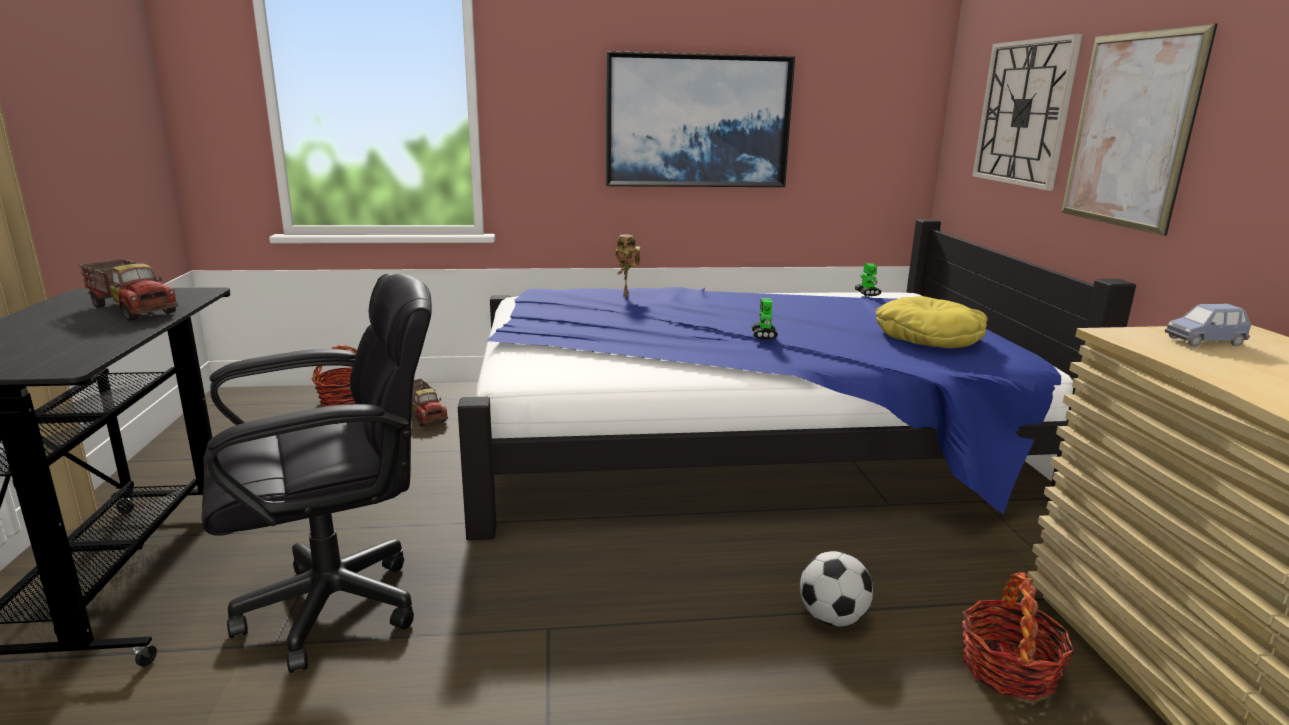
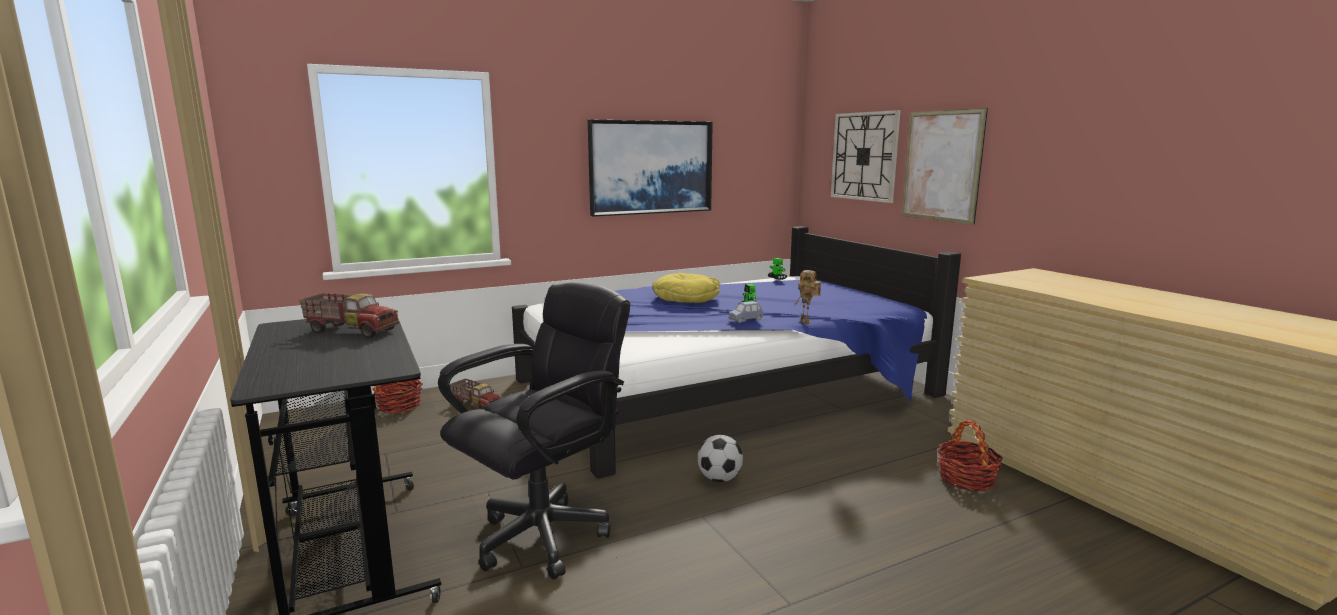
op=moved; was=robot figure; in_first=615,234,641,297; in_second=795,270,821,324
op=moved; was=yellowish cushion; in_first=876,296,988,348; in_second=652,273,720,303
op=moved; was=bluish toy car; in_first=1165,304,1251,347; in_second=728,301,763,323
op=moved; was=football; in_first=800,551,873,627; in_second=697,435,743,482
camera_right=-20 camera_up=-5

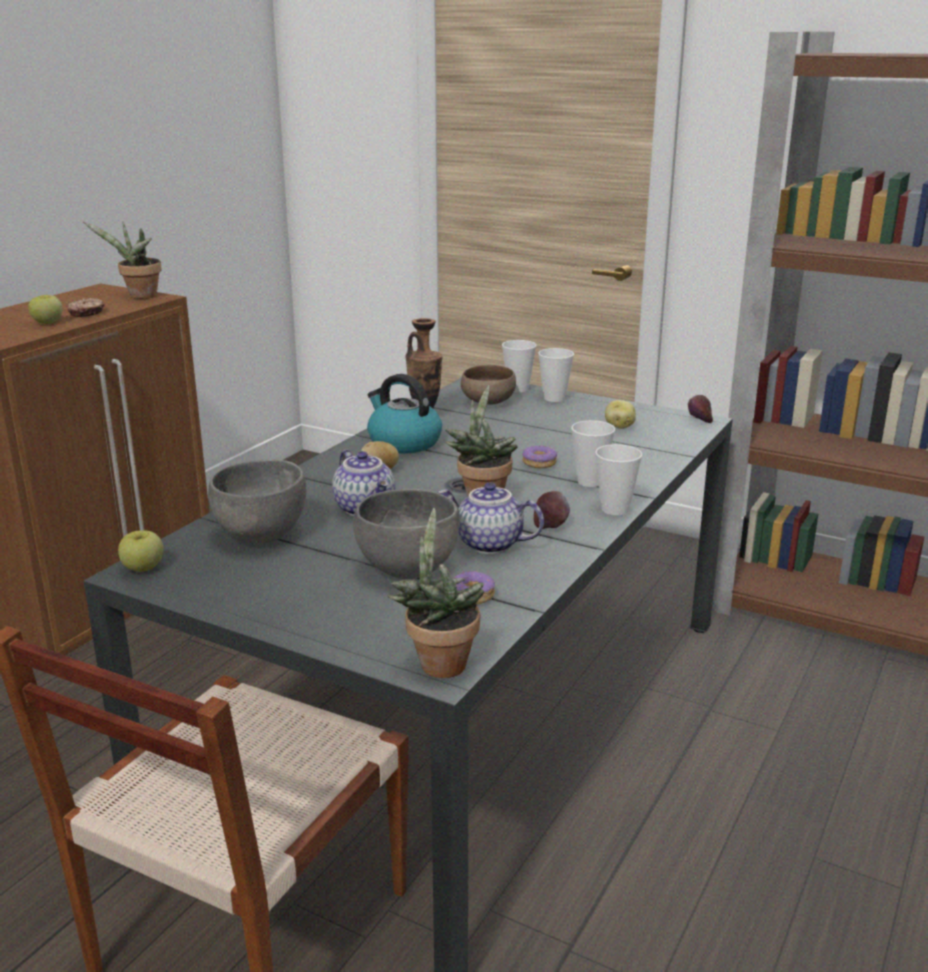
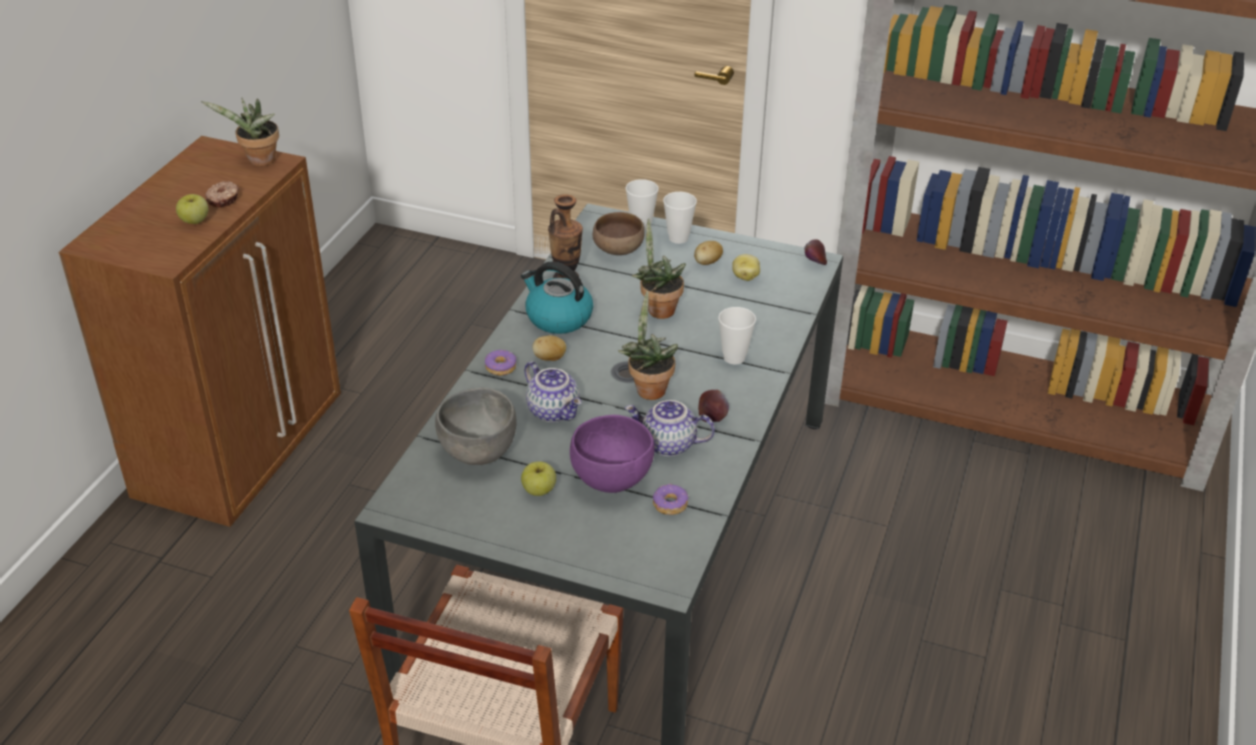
op=removed; was=cup; in_first=595,444,642,515
op=moved; was=donut; in_first=522,446,557,468; in_second=485,350,516,376
op=recoloured; was=greyish deep dish; now=purple deep dish; in_first=353,489,460,579; in_second=570,415,655,493
op=moved; was=houseplant; in_first=387,508,484,678; in_second=632,218,686,319
op=moved; was=apple fruit; in_first=118,530,164,572; in_second=521,461,556,496
op=added; now=whole potato; in_second=694,241,723,265
camera_right=-10 camera_up=15

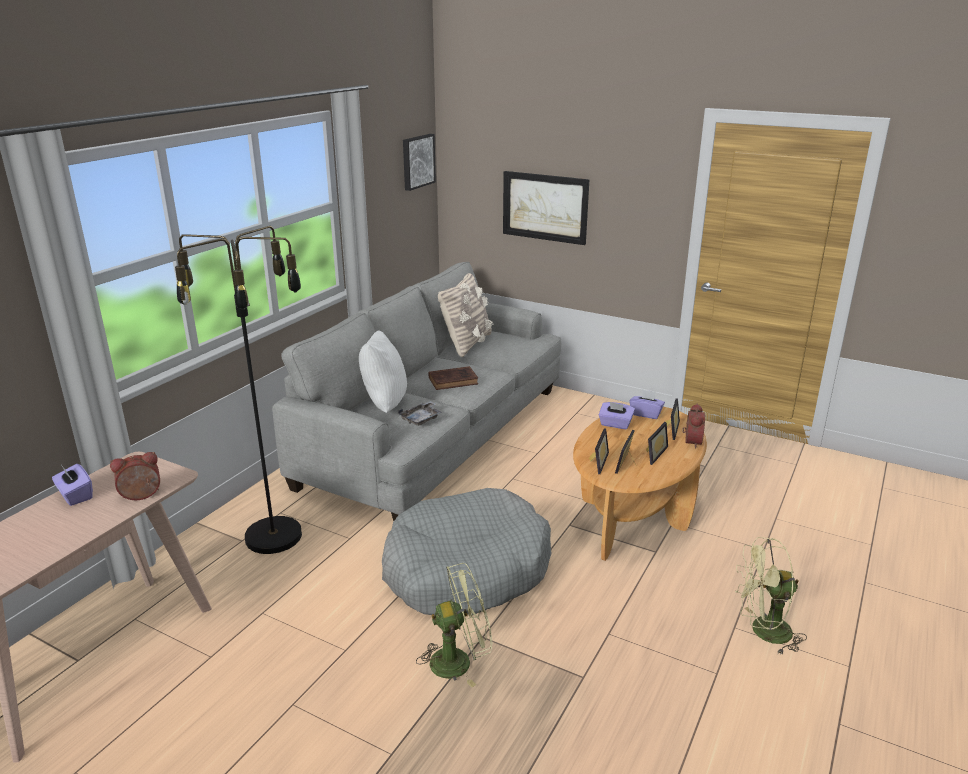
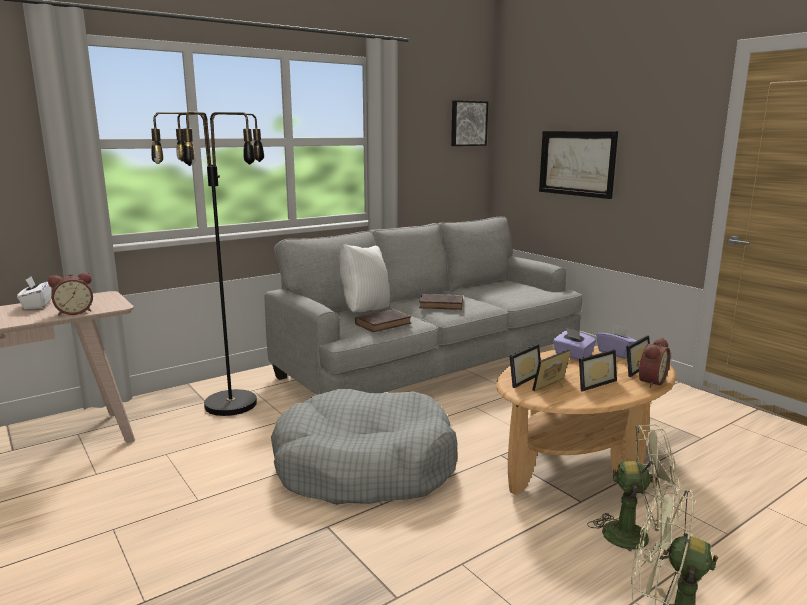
op=removed; was=beige cushion; in_first=438,273,493,357
op=replaced; was=greyish carrying tray; now=brown-coloured volume; in_first=398,401,442,426; in_second=355,309,411,332
op=turned; was=alarm clock; in_first=110,452,160,500; in_second=48,272,93,316; clockwise=150
op=recoloured; was=purple tissue box; now=white tissue box; in_first=52,464,93,506; in_second=17,276,52,309
op=moved; was=greenish cooling fan; in_first=416,563,492,687; in_second=588,425,681,563
camera_right=25 camera_up=-10

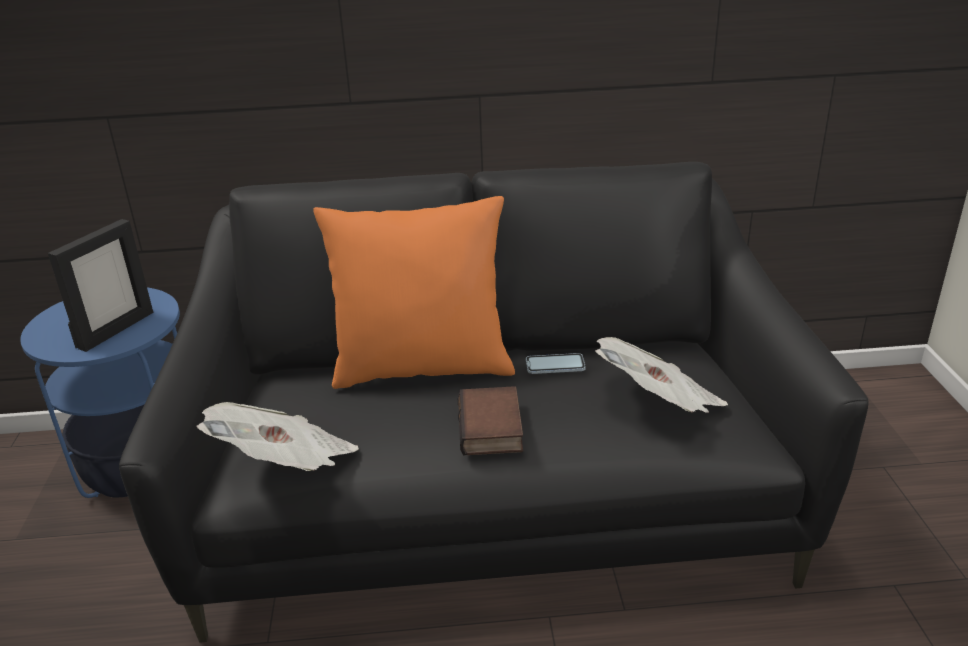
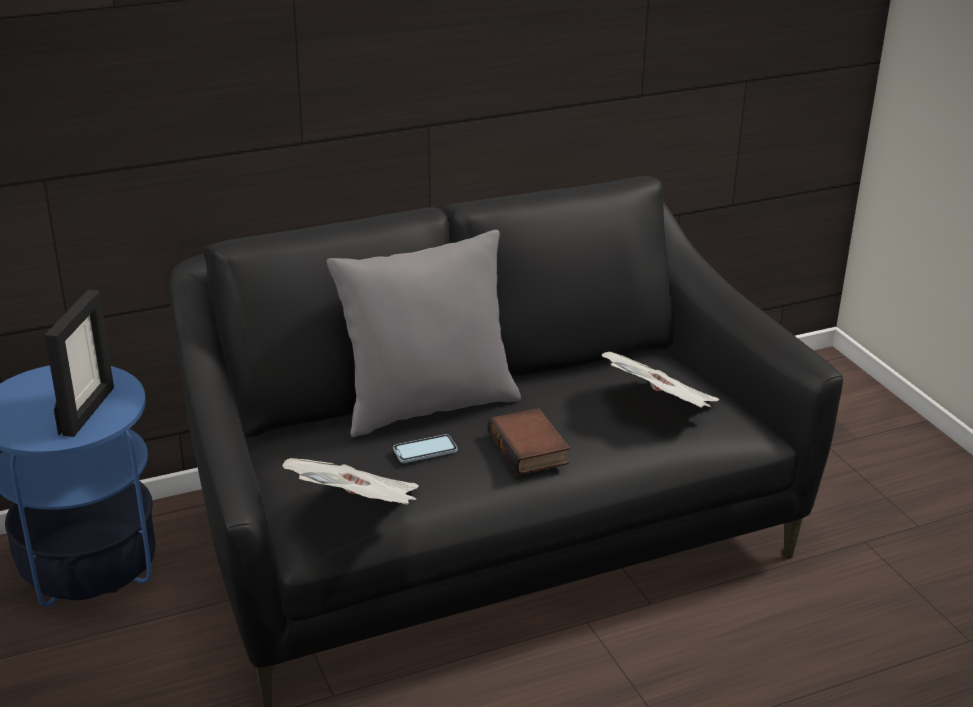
op=recoloured; was=orange cushion; now=greyish cushion; in_first=313,196,515,389; in_second=327,230,521,437
op=moved; was=handset; in_first=526,353,586,374; in_second=393,434,457,463
camera_right=-20 camera_up=0

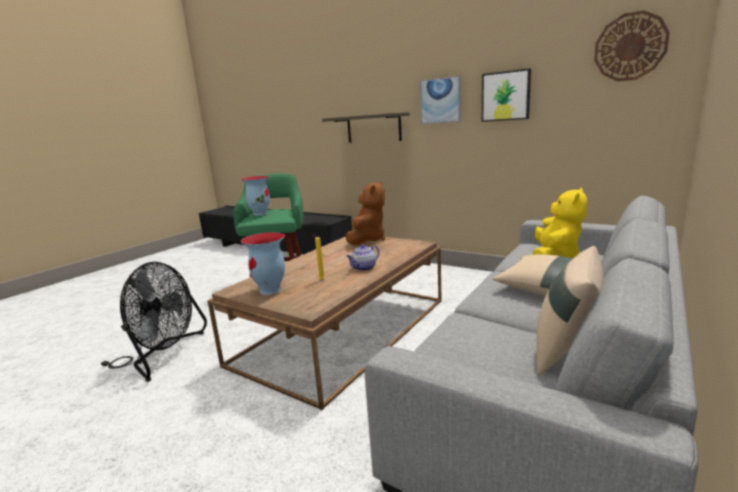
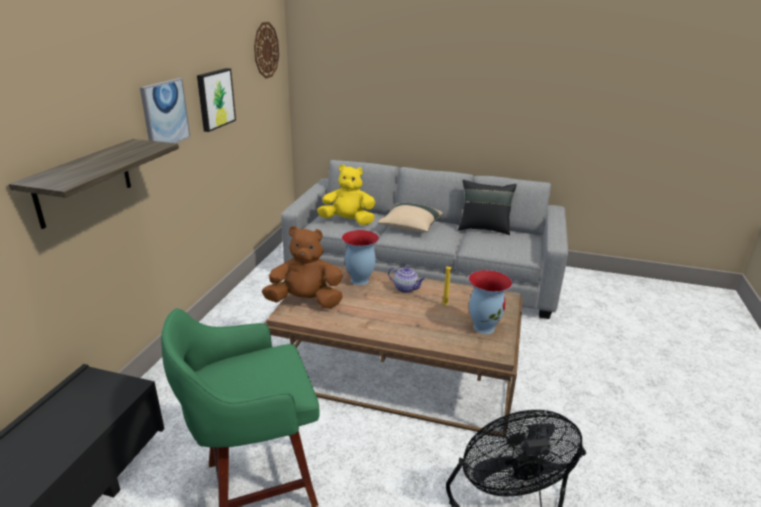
op=moved; was=vase; in_first=241,176,270,216; in_second=342,230,379,285
op=recoloured; was=beige cushion; now=black-coloured cushion; in_first=536,246,604,375; in_second=458,180,517,235
camera_right=-110 camera_up=10

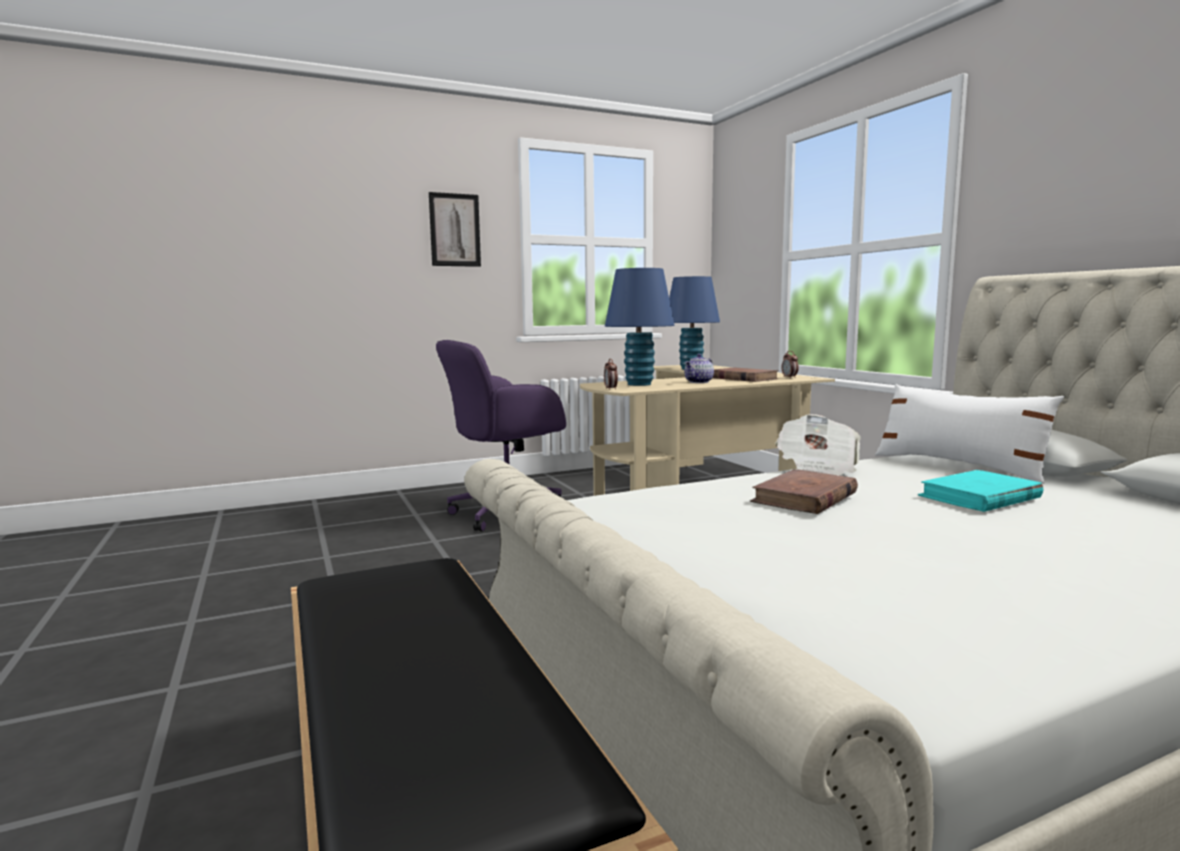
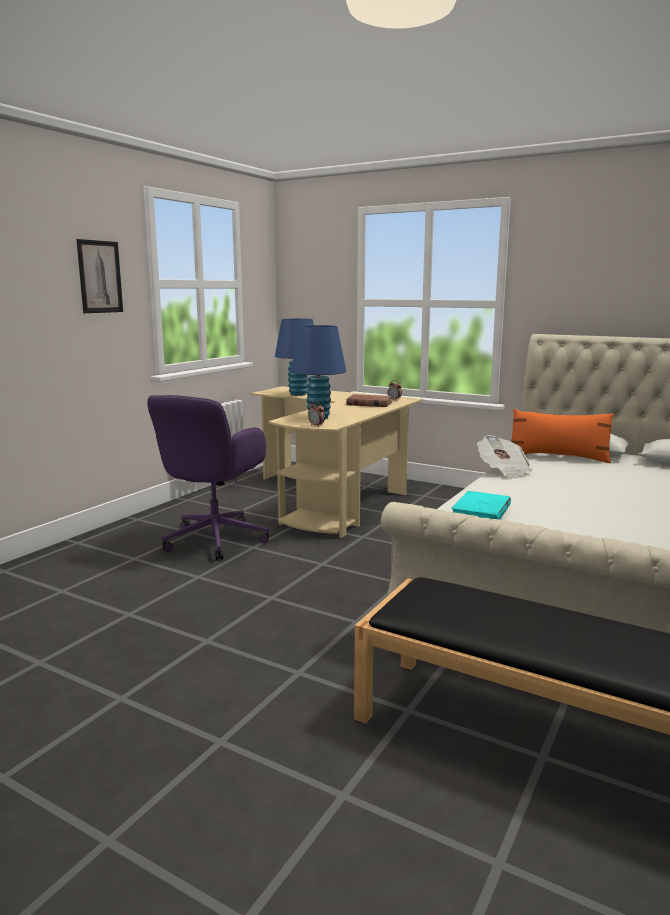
op=removed; was=pot for tea; in_first=684,354,714,383
op=recoloured; was=white cushion; now=orange cushion; in_first=875,384,1064,484; in_second=511,409,615,463
op=removed; was=brown-coloured volume; in_first=750,469,858,514
op=moved; was=turquoise volume; in_first=918,470,1043,512; in_second=451,491,511,520
camera_right=-35 camera_up=5

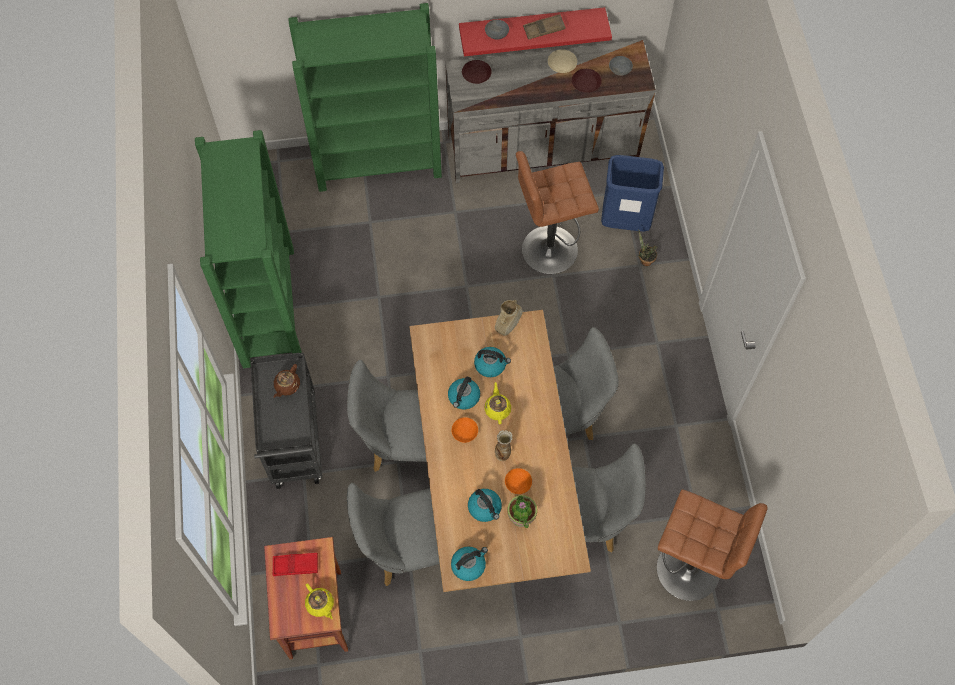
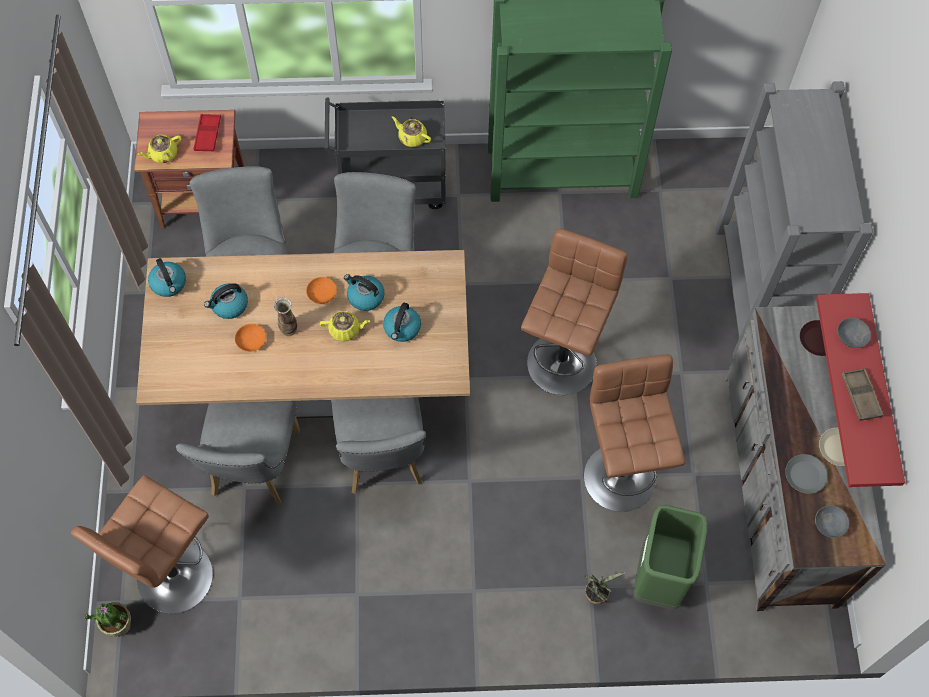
op=recoloured; was=greenish shelving unit; now=greyish shelving unit; in_first=288,3,442,192; in_second=715,81,873,358
op=recoloured; was=brown-coloured dinner plate; now=greyish dinner plate; in_first=572,69,602,93; in_second=785,454,828,494
op=recoloured; was=bluish rubbish bin; now=greenish rubbish bin; in_first=601,155,664,231; in_second=633,505,708,610
op=removed; was=beige vase; in_first=495,300,523,336
op=recoloured; was=brown-coloured pot for tea; now=yellowish pot for tea; in_first=274,364,300,398; in_second=392,116,431,147
op=moved; was=houseplant; in_first=507,495,537,528; in_second=84,602,131,637
op=added; now=brown-coloured sitting stool; in_second=521,228,627,395
camera_right=95 camera_up=0

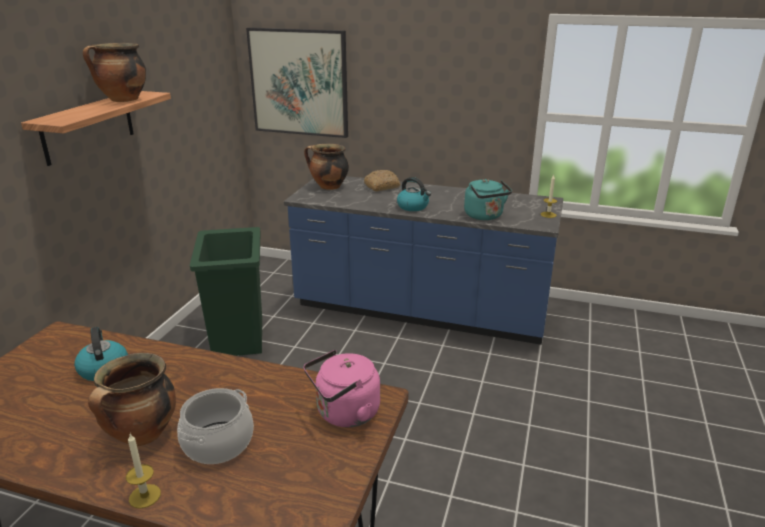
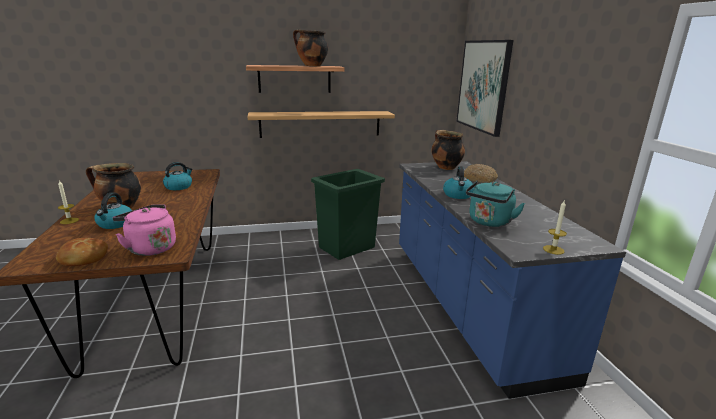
op=replaced; was=stockpot; now=water kettle; in_first=177,388,254,464; in_second=94,192,132,229
op=added; now=wall shelf; in_second=248,111,395,138
op=added; now=baked bread; in_second=56,238,108,266
camera_right=60 camera_up=-5

